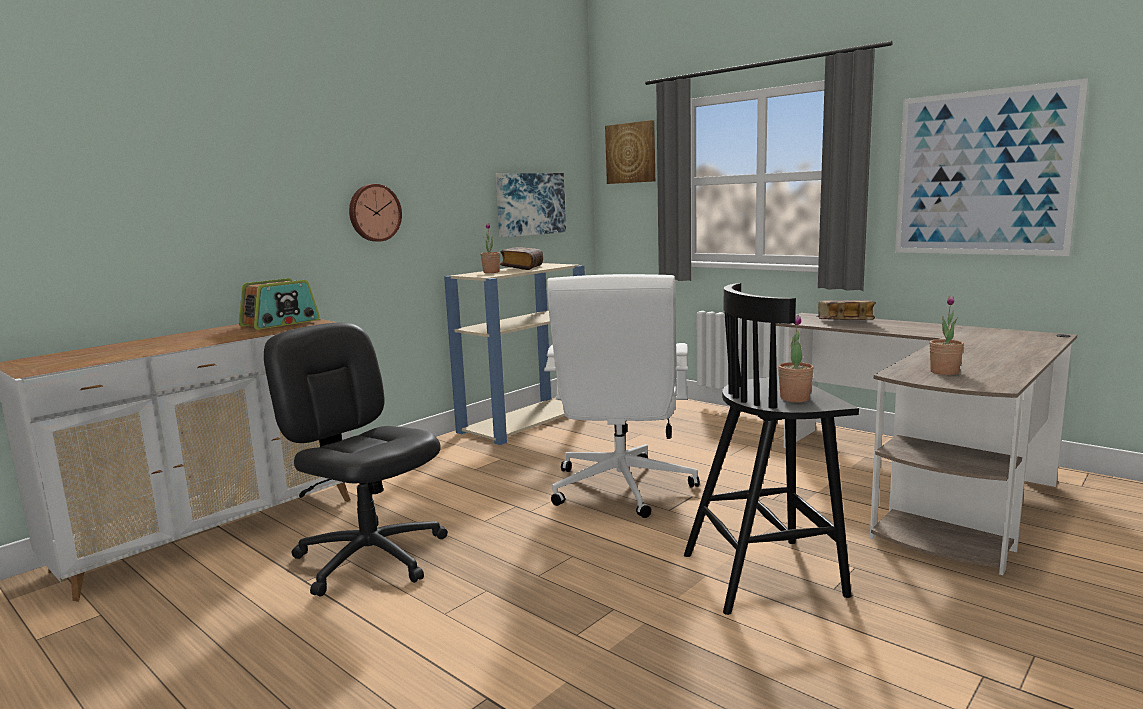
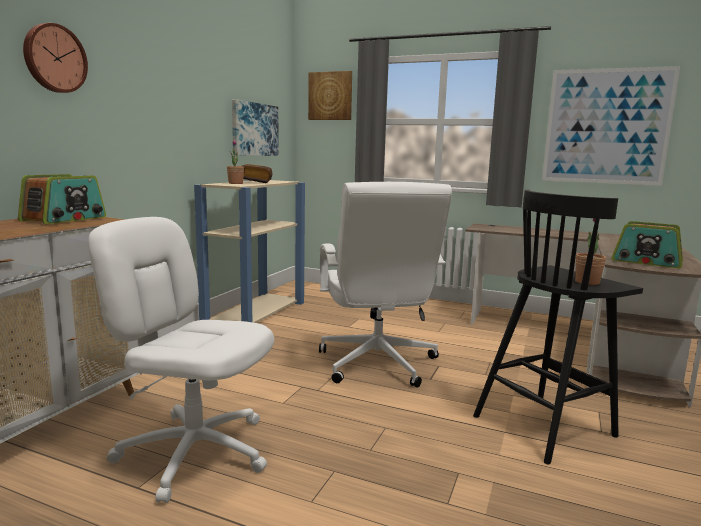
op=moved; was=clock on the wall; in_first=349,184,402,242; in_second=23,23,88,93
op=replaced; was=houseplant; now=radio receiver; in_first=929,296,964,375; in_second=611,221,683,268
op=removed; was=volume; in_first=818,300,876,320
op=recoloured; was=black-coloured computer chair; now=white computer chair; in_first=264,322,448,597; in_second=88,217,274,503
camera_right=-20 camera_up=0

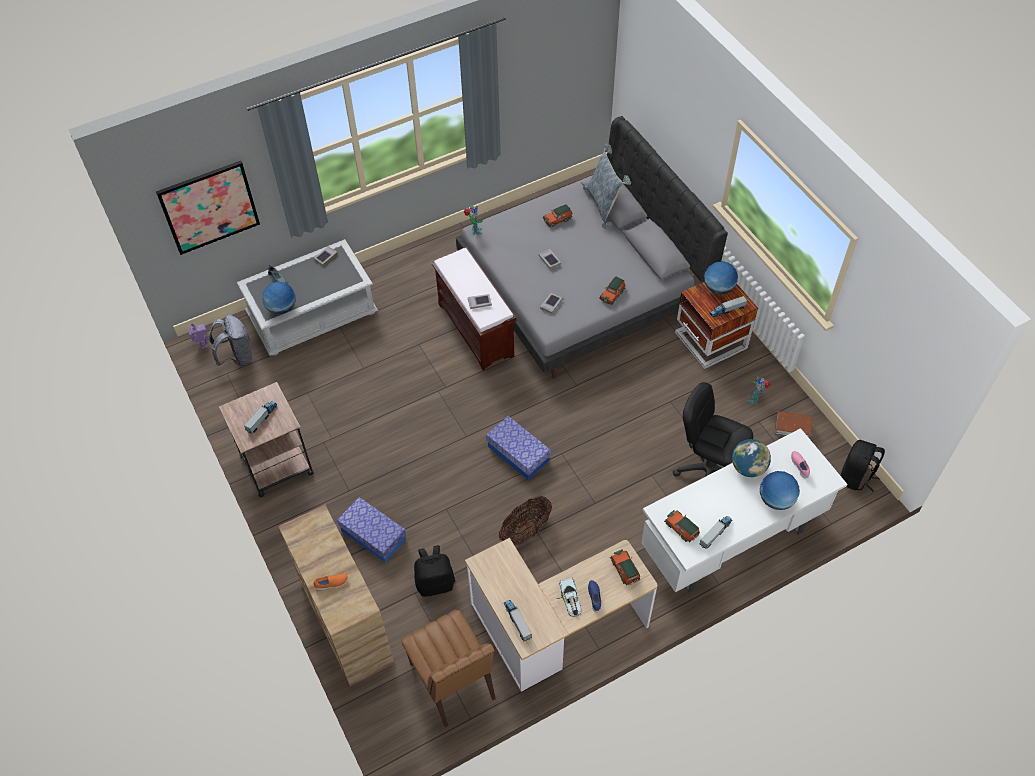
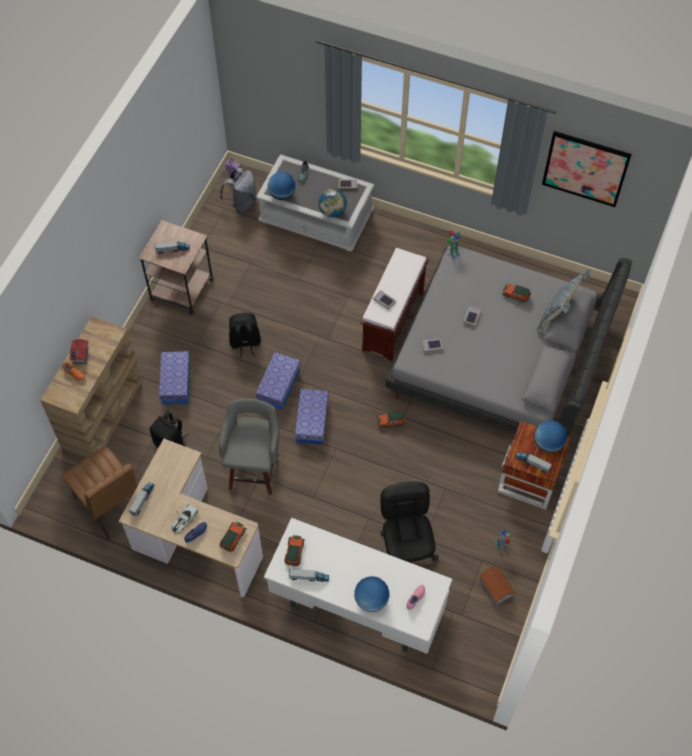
op=moved; was=picture; in_first=156,161,260,255; in_second=542,131,632,207
op=moved; was=toy car; in_first=599,276,625,305; in_second=377,411,406,428
op=moved; was=world globe; in_first=732,439,771,477; in_second=318,189,347,217
op=moved; was=black-coloured backpack; in_first=841,440,885,492; in_second=229,313,261,358
op=replaced; was=basket; now=greyish sitting stool; in_first=499,496,552,546; in_second=219,398,279,495
op=turned; was=brown-coloured chair; in_first=401,610,496,727; in_second=62,446,137,540; clockwise=-60
op=added; now=toy house; in_second=70,339,89,364
op=added; now=storage bin; in_second=255,352,301,410
camera_right=50 camera_up=5

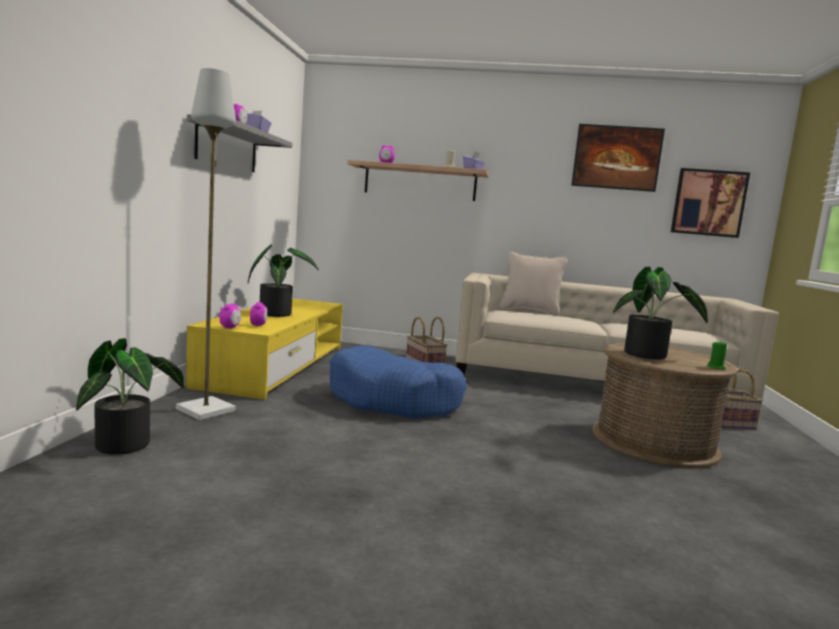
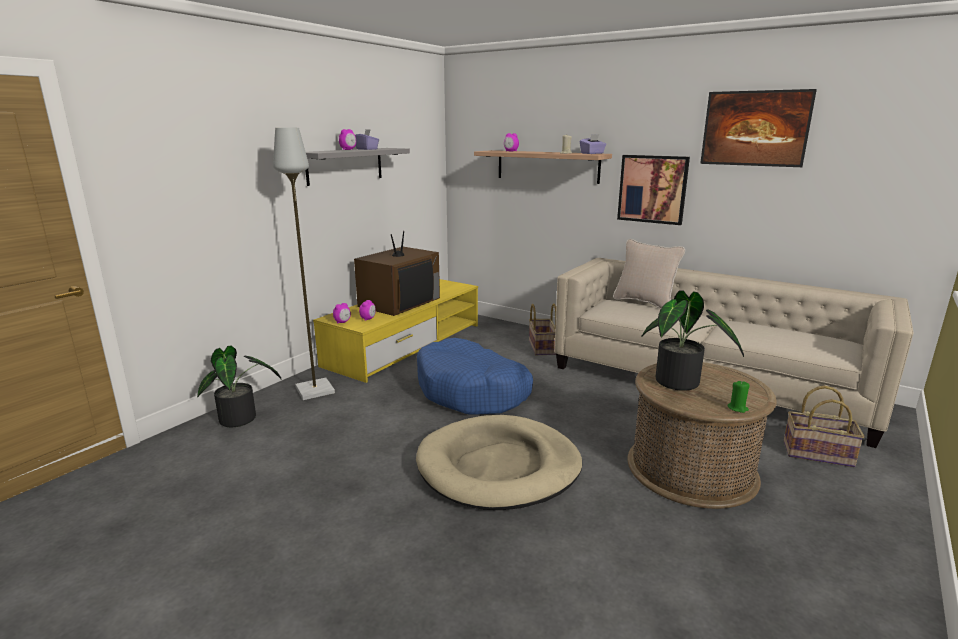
op=moved; was=picture; in_first=671,168,750,238; in_second=617,155,690,225
op=replaced; was=houseplant; now=TV; in_first=248,244,319,317; in_second=354,231,440,316
op=added; now=beige dog cushion; in_second=416,415,582,510
camera_right=25 camera_up=10

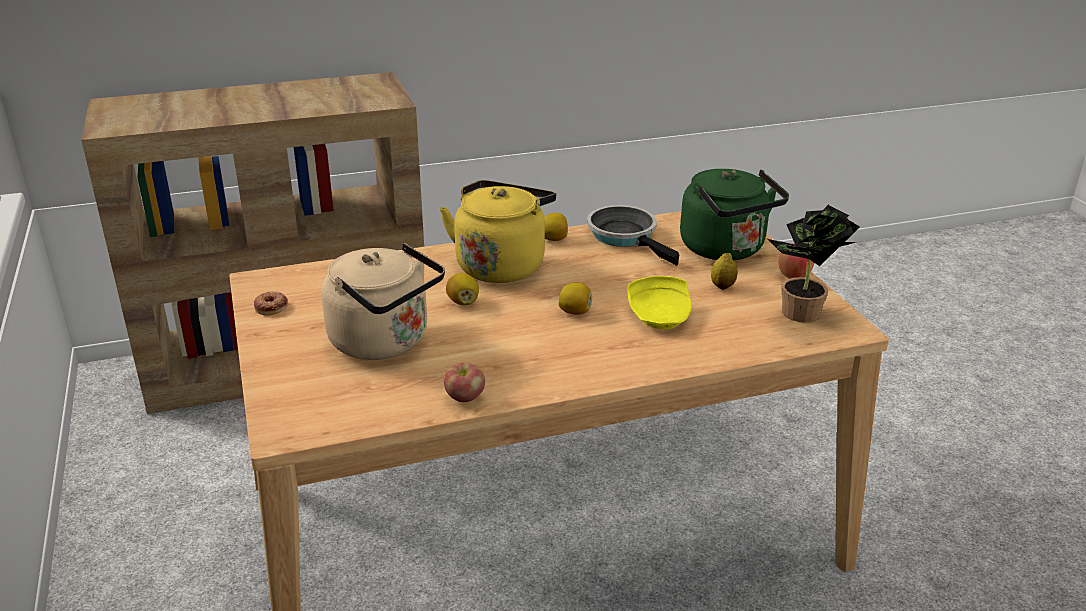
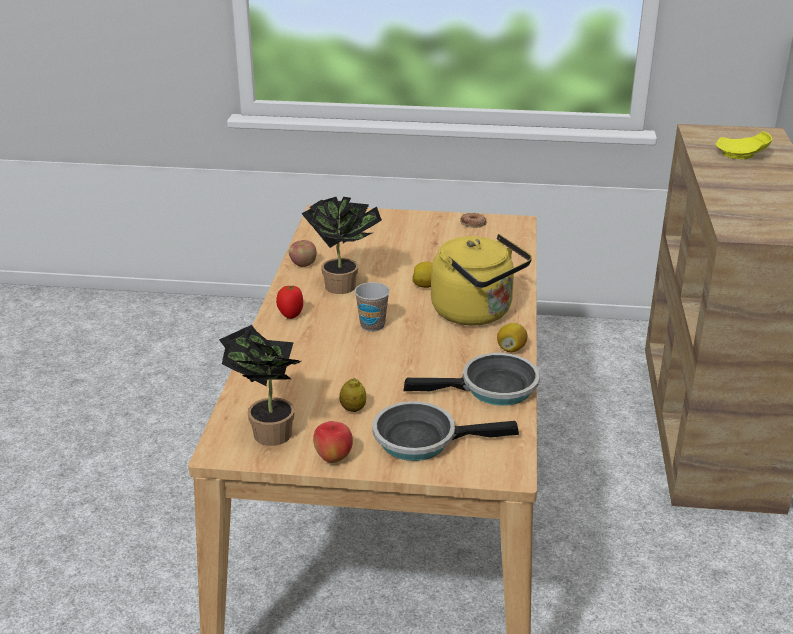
op=replaced; was=greenish water kettle; now=pan; in_first=680,169,789,261; in_second=373,401,519,461
op=removed; was=beige water kettle; in_first=321,243,445,360
op=moved; was=yellowish dinner plate; in_first=627,276,692,329; in_second=716,131,772,159
op=replaced; was=whole lemon; now=cup; in_first=559,283,592,315; in_second=354,282,390,332
op=added; now=houseplant; in_second=301,197,382,294
op=added; now=fresh tomato; in_second=276,285,303,319
camera_right=115 camera_up=0

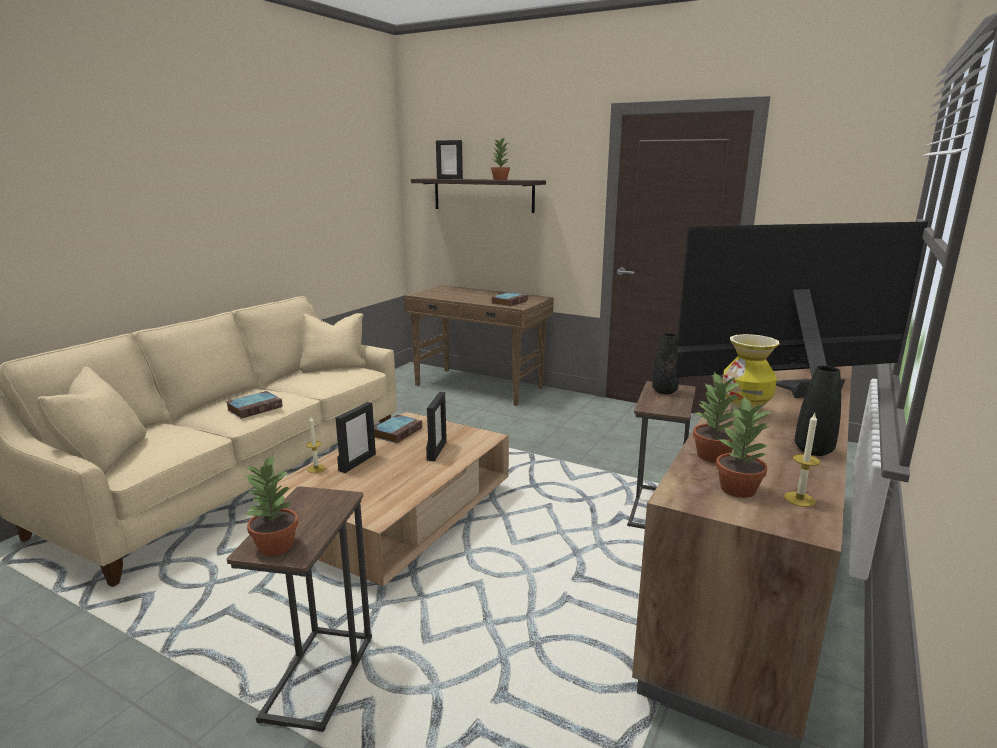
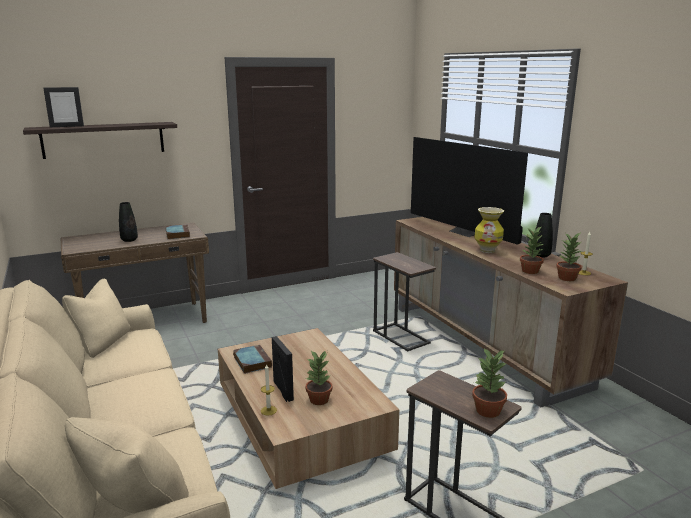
op=moved; was=houseplant; in_first=491,138,510,180; in_second=306,351,332,405
op=turned; was=TV; in_first=674,222,928,398; in_second=411,137,528,245; clockwise=-60
op=moved; was=black-coloured vase; in_first=652,333,679,394; in_second=119,202,138,242
op=removed; was=volume; in_first=226,391,283,419
op=removed; was=photo frame; in_first=426,392,447,461
camera_right=-55 camera_up=0

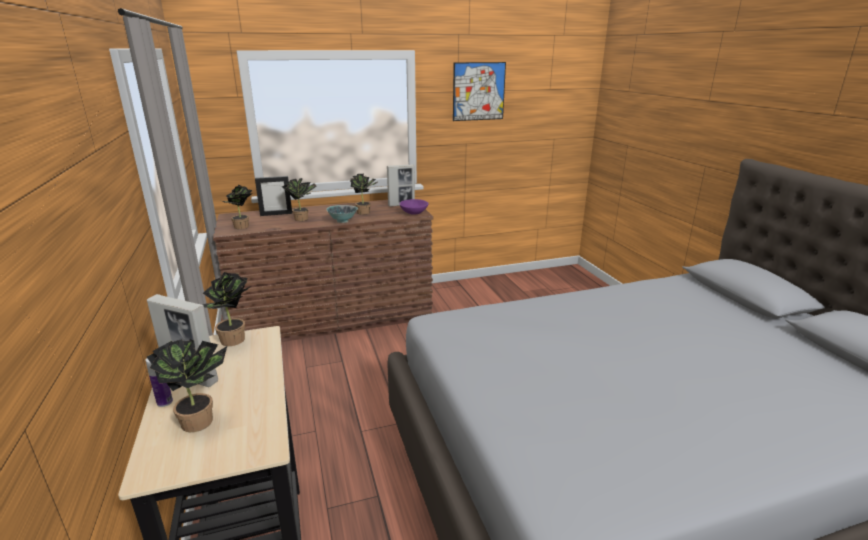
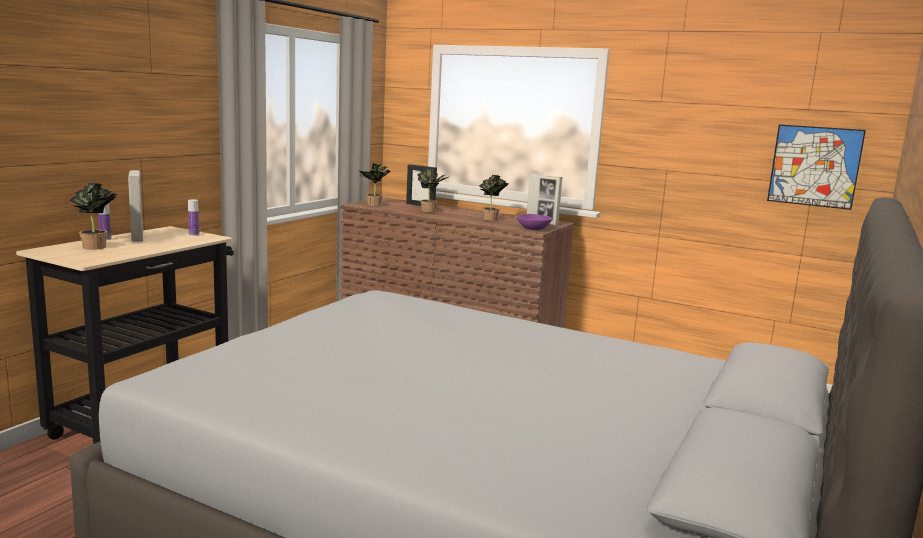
op=moved; was=picture; in_first=453,62,506,121; in_second=767,124,866,210
op=removed; was=deep dish; in_first=326,205,358,223
op=replaced; was=houseplant; now=beverage bottle; in_first=202,272,251,346; in_second=188,199,199,236
camera_right=45 camera_up=-10

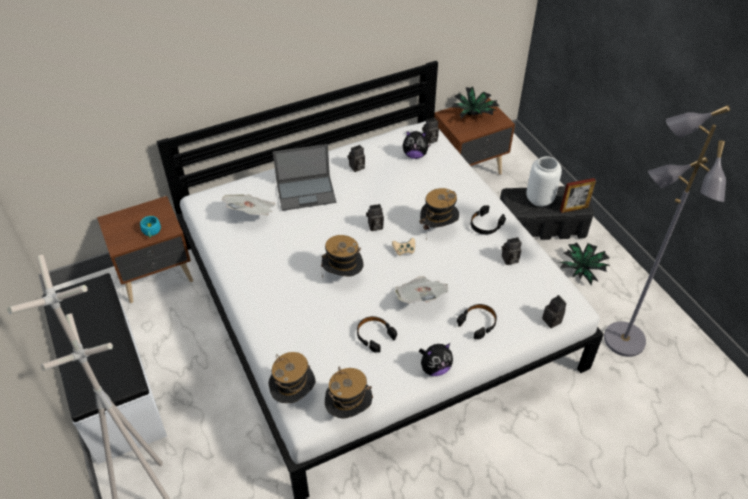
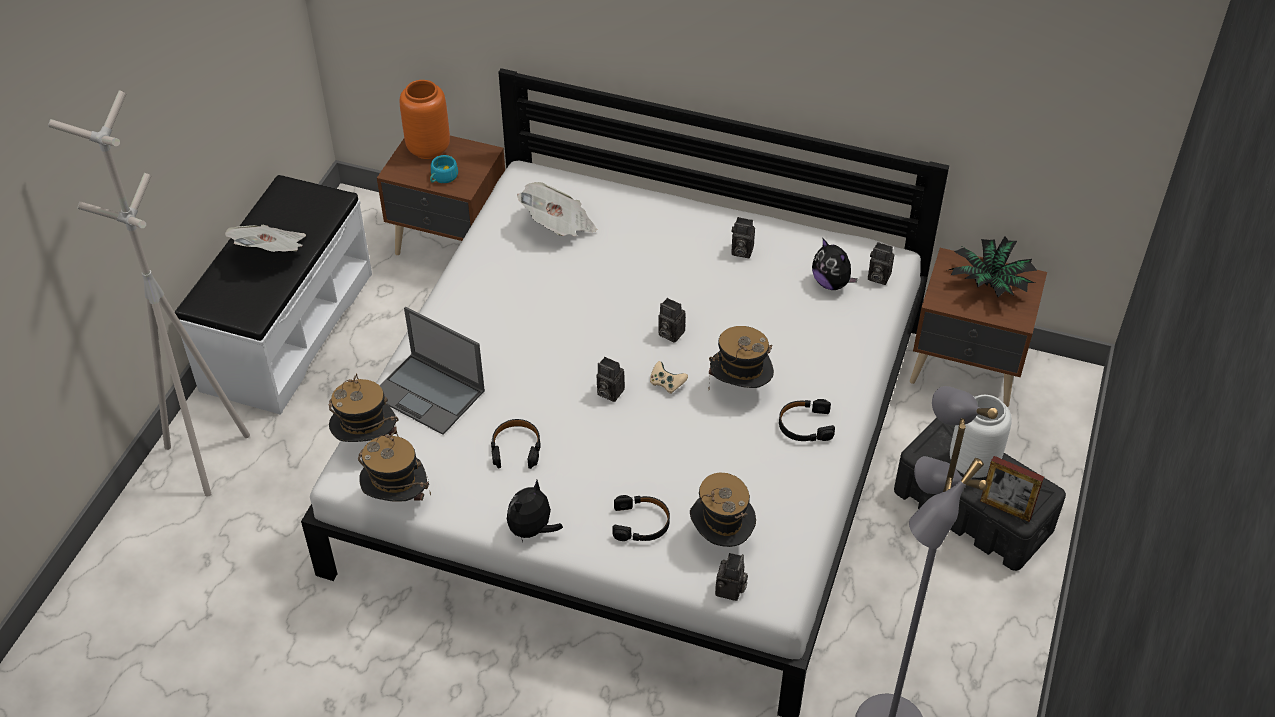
op=moved; was=laptop; in_first=273,144,336,211; in_second=380,307,485,435
op=moved; was=wearable hat; in_first=321,235,364,278; in_second=690,473,756,547
op=moved; was=still camera; in_first=502,237,522,265; in_second=596,357,625,402
op=removed; was=houseplant; in_first=558,242,610,285
op=moved; was=daily paper; in_first=395,276,448,303; in_second=225,225,306,252
op=turned; was=plush toy; in_first=419,343,453,376; in_second=507,480,563,542; clockwise=105
op=added; now=orange vase; in_second=400,80,450,159
camera_right=45 camera_up=0

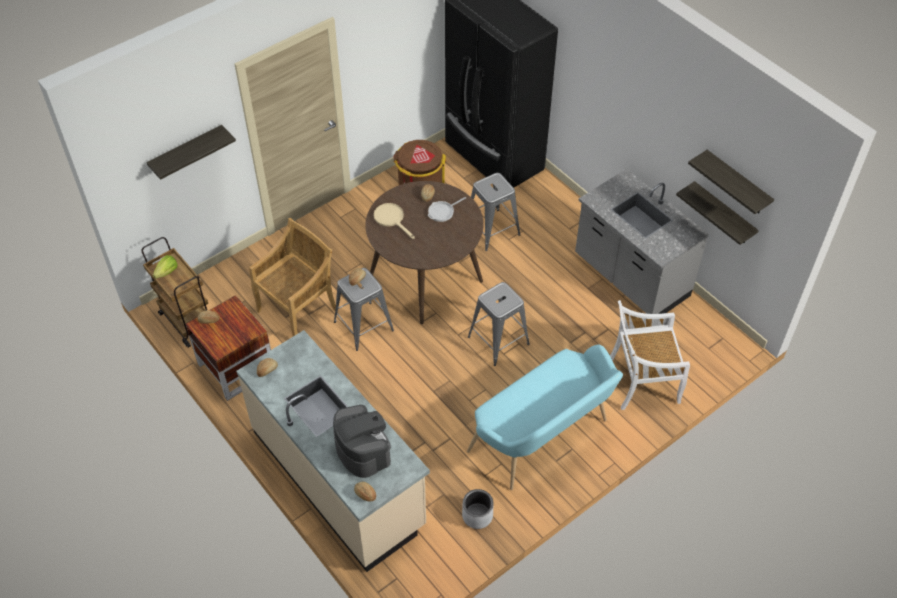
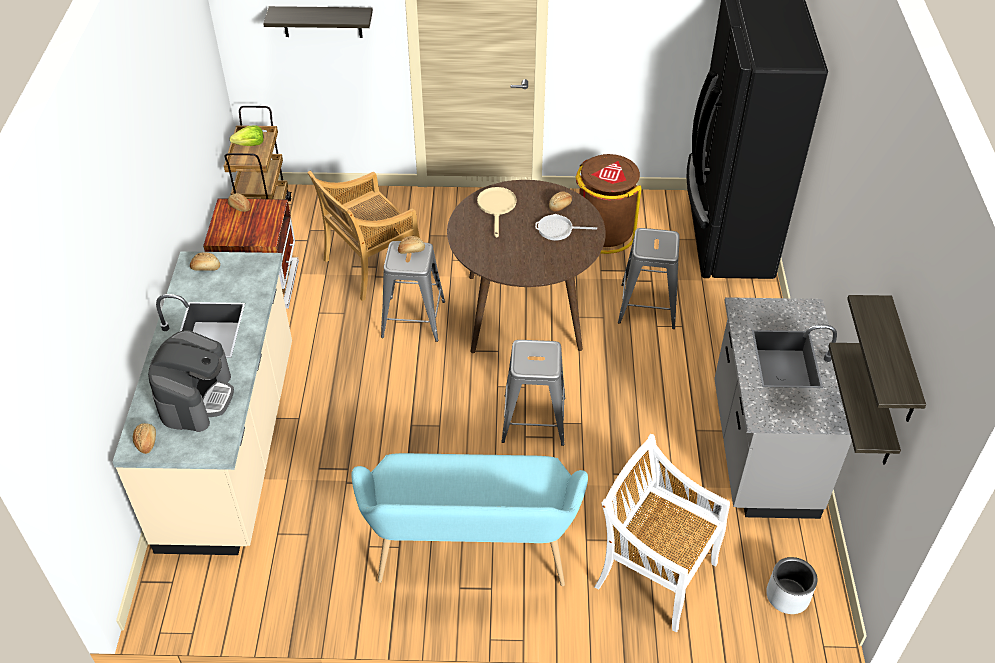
op=turned; was=beige chair; in_first=249,218,336,336; in_second=308,171,420,301; clockwise=150
op=moved; was=greyish plant pot; in_first=462,489,494,529; in_second=766,557,818,614
camera_right=40 camera_up=-5

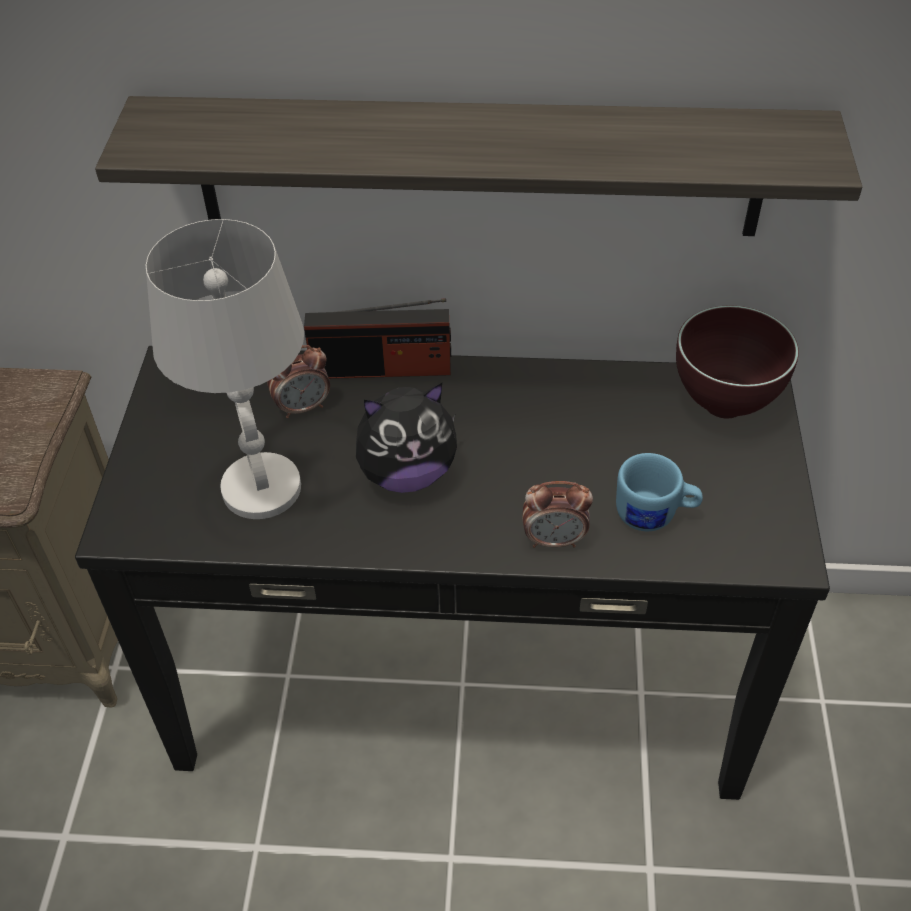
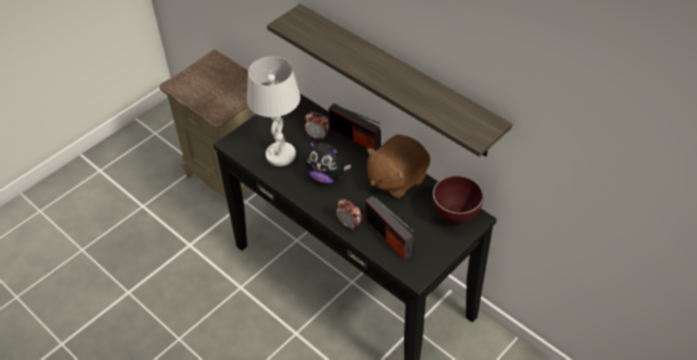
op=replaced; was=bluish tea mug; now=radio receiver; in_first=616,453,703,531; in_second=365,196,414,260
op=added; now=brown-coloured plush toy; in_second=367,134,430,199
camera_right=40 camera_up=0

